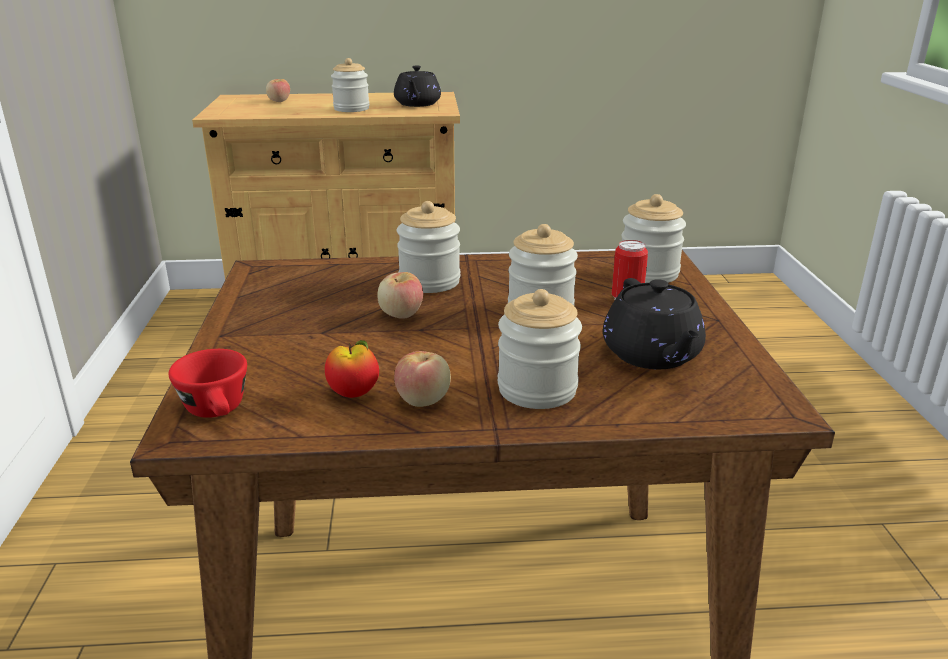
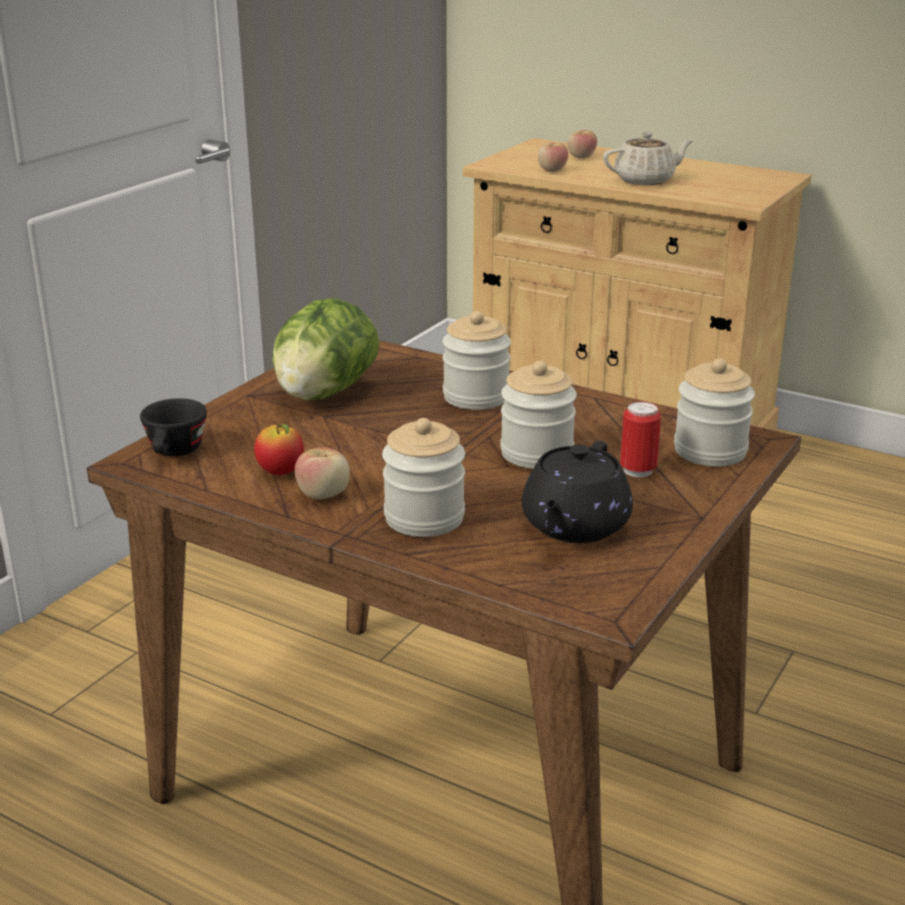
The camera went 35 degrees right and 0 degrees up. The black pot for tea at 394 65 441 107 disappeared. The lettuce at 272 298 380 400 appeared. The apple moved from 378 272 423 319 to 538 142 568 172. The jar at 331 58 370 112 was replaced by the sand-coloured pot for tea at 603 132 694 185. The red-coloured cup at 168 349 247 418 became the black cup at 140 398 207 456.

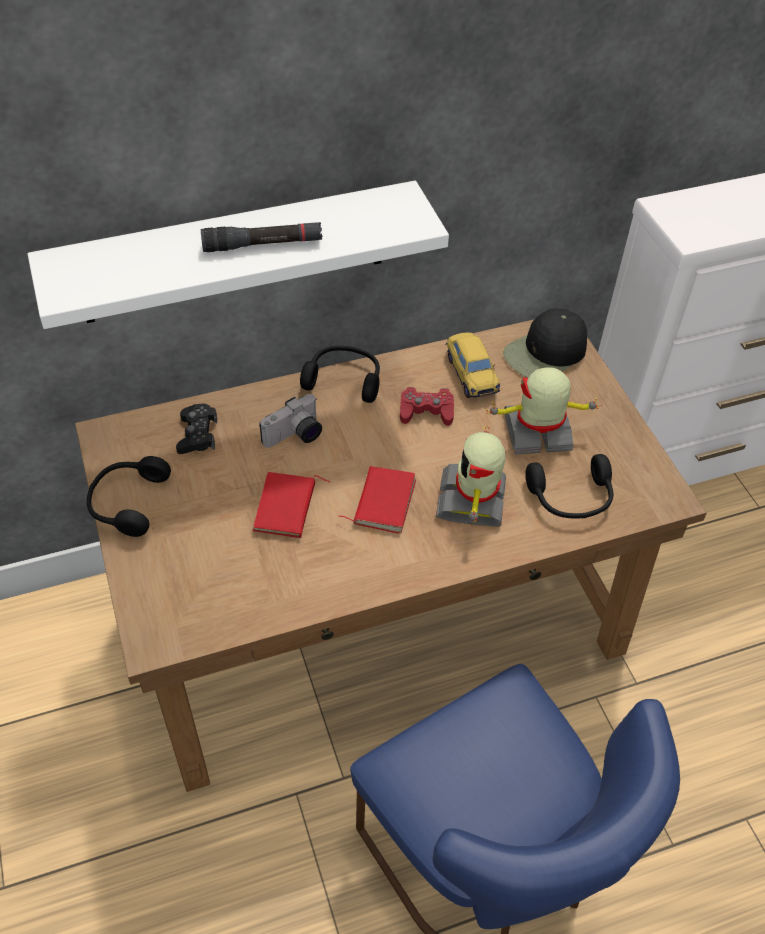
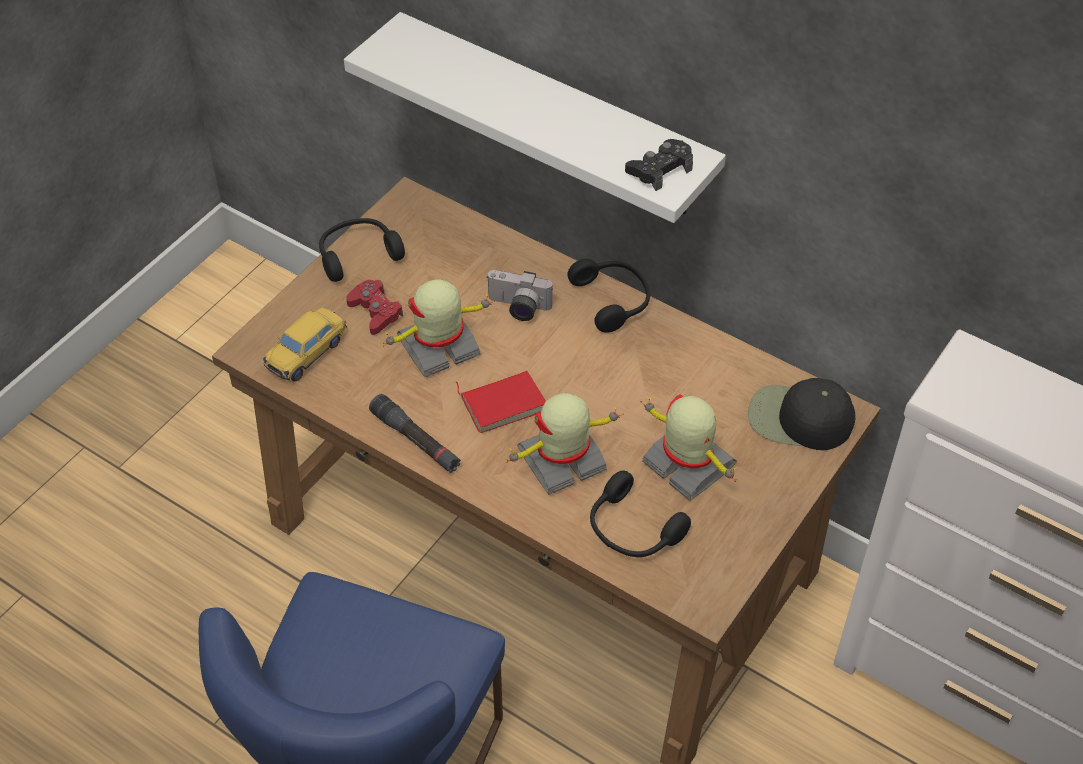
The camera went 55 degrees right and 0 degrees up. The black gamepad moved from 176 404 217 454 to 625 139 693 191. The black flashlight moved from 201 222 322 252 to 369 394 461 473. The red-coloured gamepad moved from 400 387 454 426 to 346 280 403 335. The model car moved from 445 333 500 398 to 263 308 347 382. The red-coloured volume at 253 472 330 538 was replaced by the robot figure at 382 279 495 377.

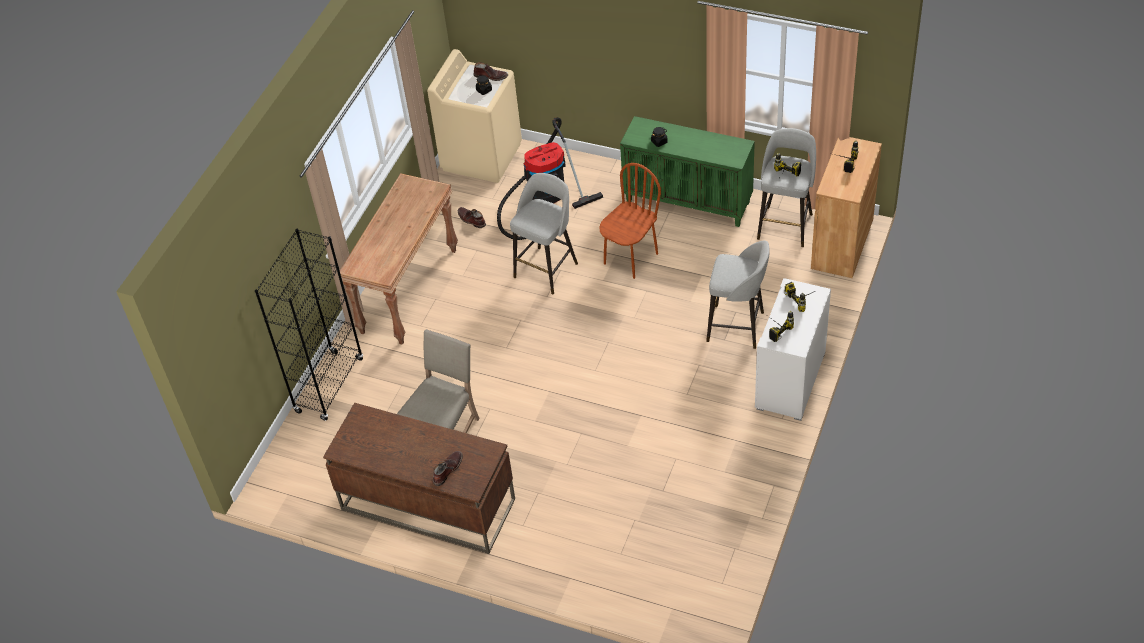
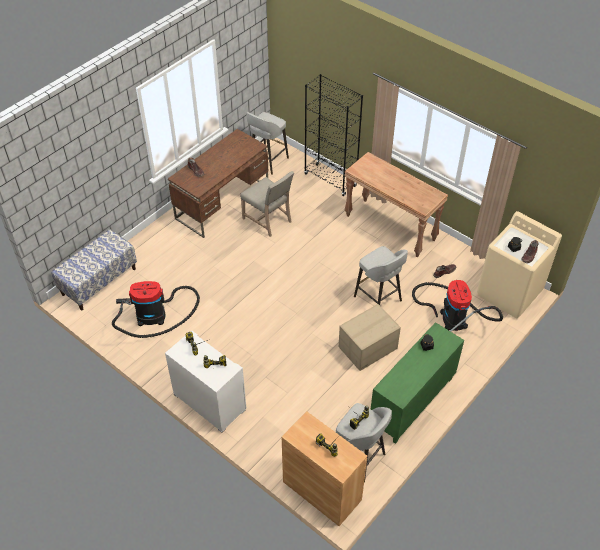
The camera went 105 degrees right and 0 degrees up. The long seat at 51 229 137 310 appeared. The vacuum at 112 281 200 338 appeared. The grey stool moved from 706 240 770 349 to 246 112 289 175. The brownish upright chair at 599 163 661 279 was replaced by the cardboard box at 339 304 401 371.

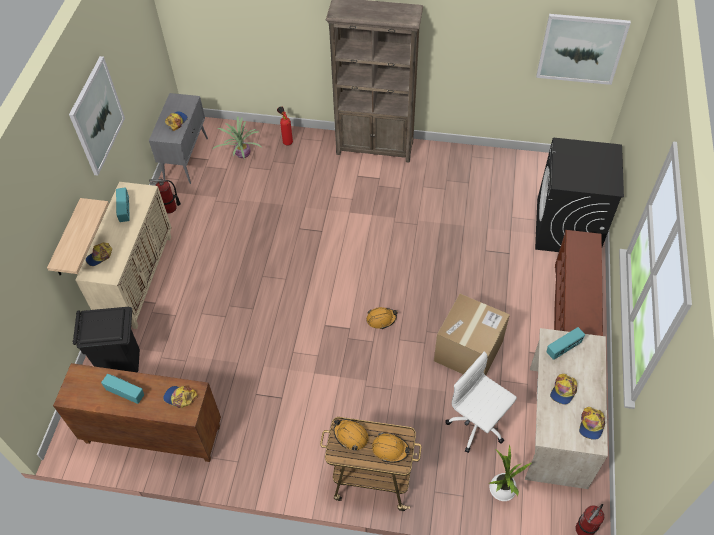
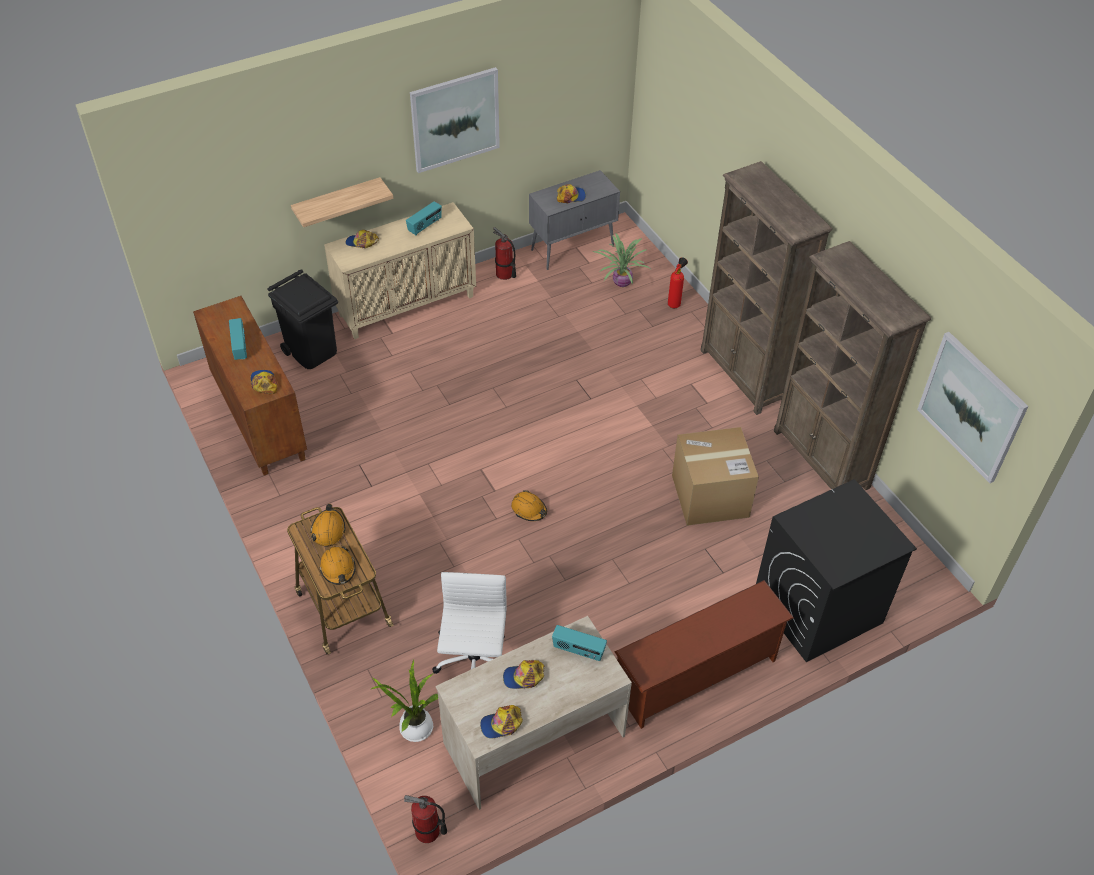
The camera went 50 degrees right and 5 degrees down. The brownish shelving unit at 774 241 931 490 appeared. The cardboard box moved from 434 294 510 375 to 672 427 759 526.

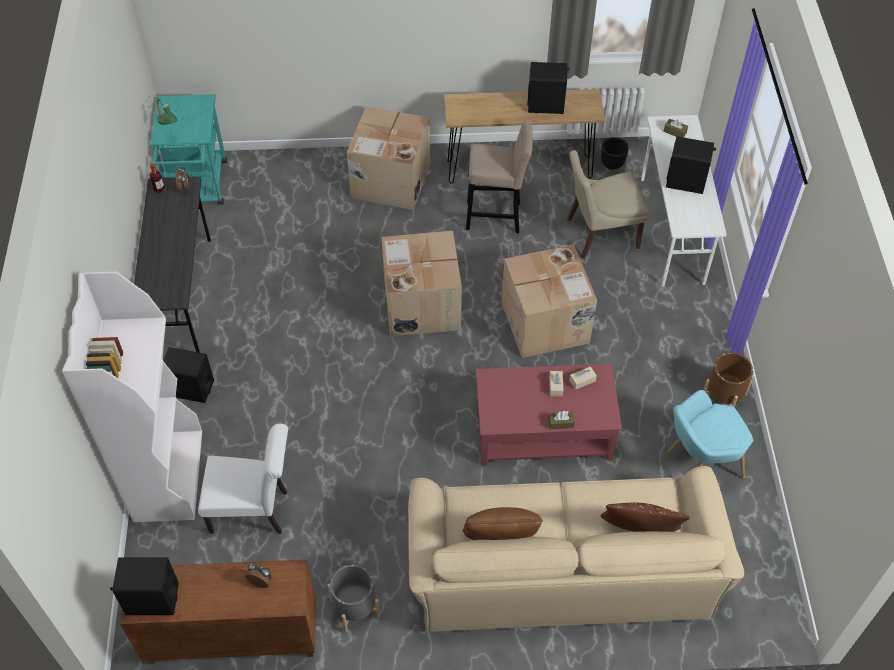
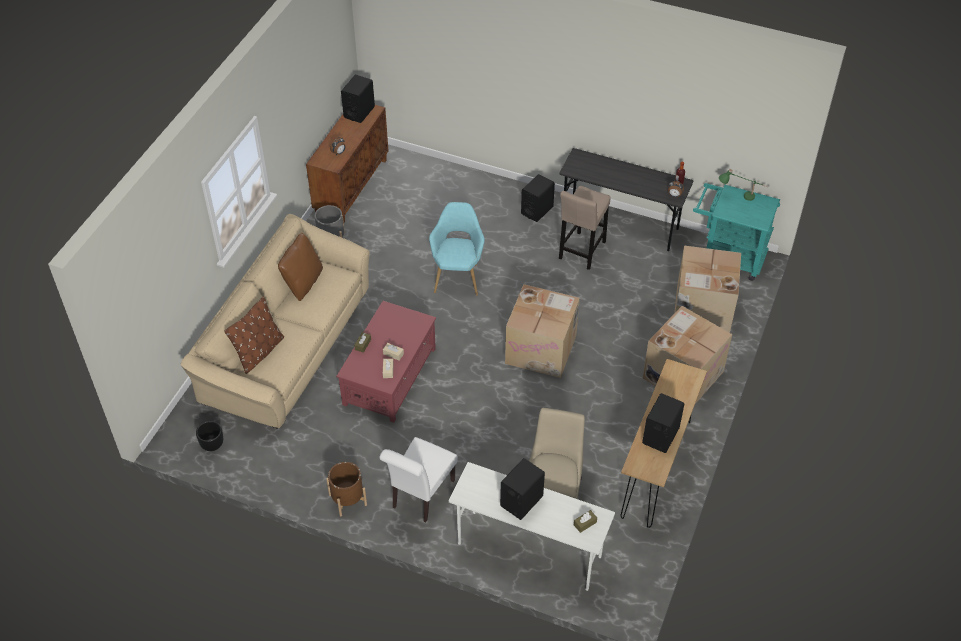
The camera went 115 degrees right and 5 degrees down. The white-coloured shelving unit at 62 272 202 522 disappeared. The white-coloured upright chair moved from 198 423 288 534 to 379 437 458 523. The sand-coloured stool moved from 466 119 533 233 to 559 186 610 270. The cardboard box moved from 502 245 597 358 to 674 246 741 332. The black flower pot moved from 601 137 629 170 to 196 421 223 451. The turquoise easy chair moved from 667 390 753 479 to 429 202 485 296.

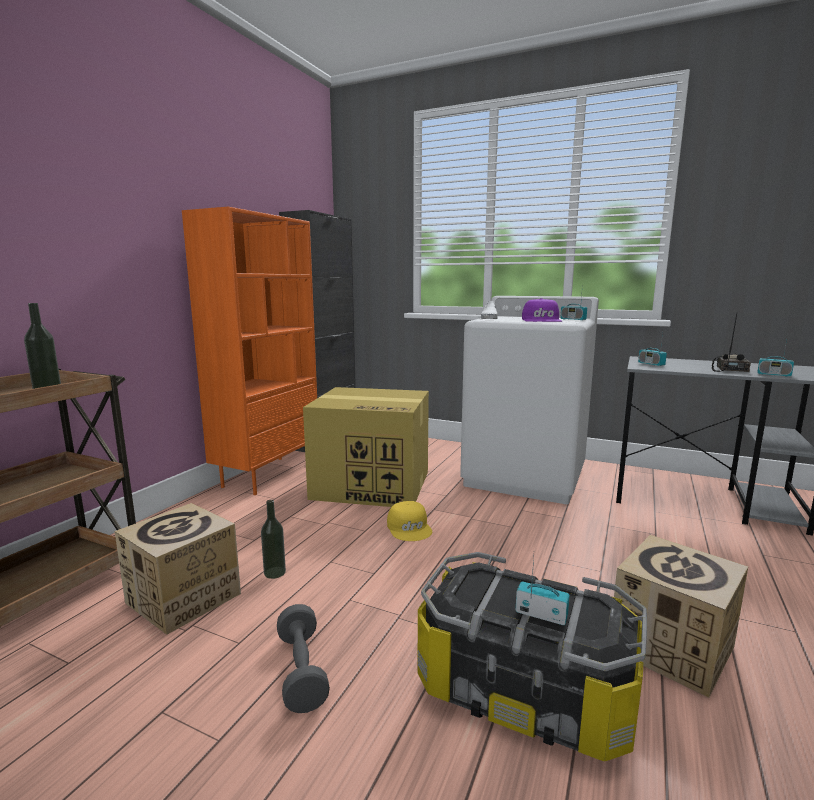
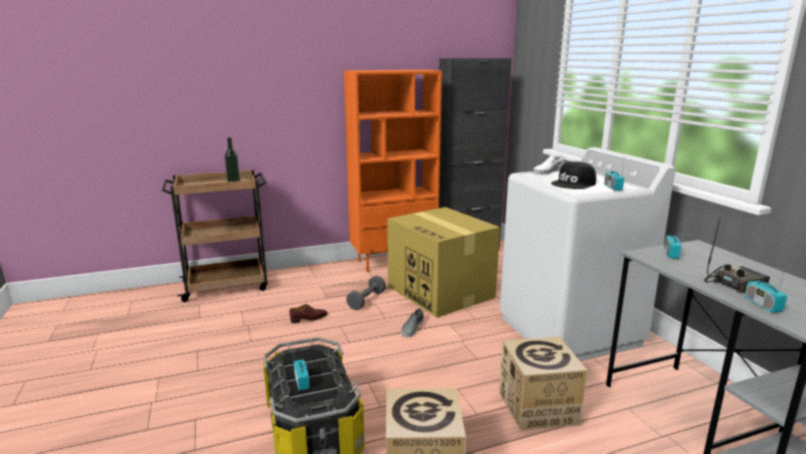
The camera went 45 degrees right and 5 degrees up. The cardboard box moved from 115 503 241 635 to 499 336 588 431. The grey dumbbell moved from 277 604 330 713 to 346 276 386 310. The beverage bottle at 261 500 286 579 was replaced by the brownish shoe at 289 304 328 323. The yellow peaked cap at 387 501 432 541 was replaced by the grey shoe at 401 308 424 337. The purplish peaked cap at 522 298 562 322 became the black peaked cap at 551 162 596 189.

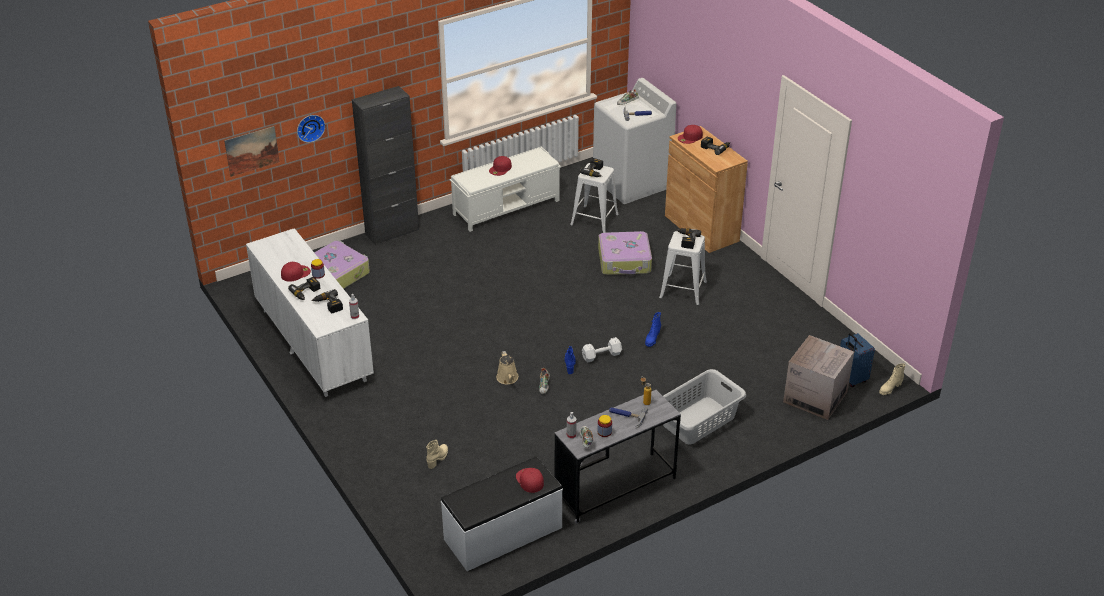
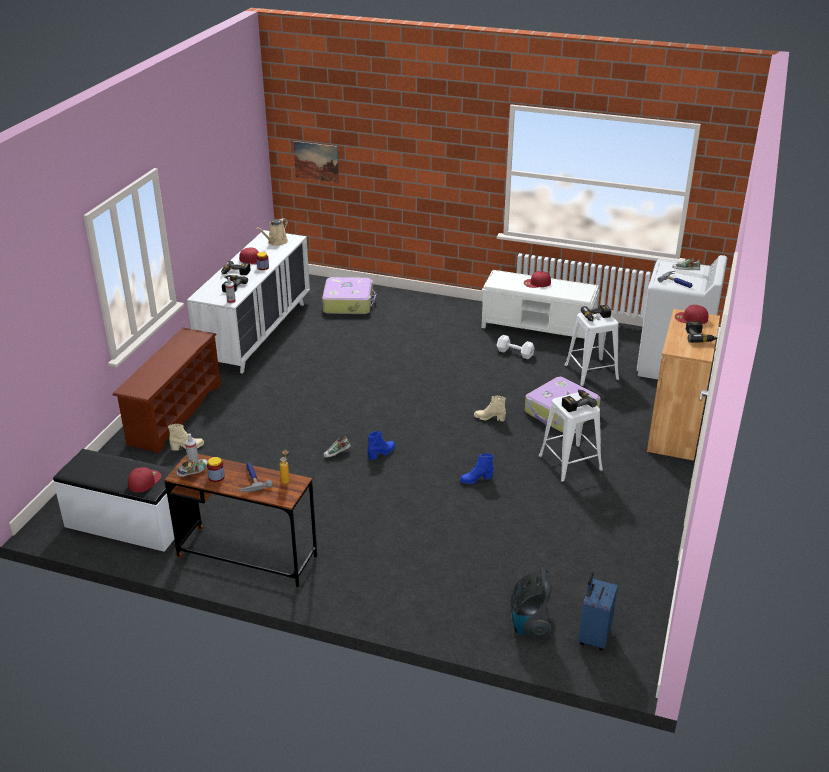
The camera went 50 degrees right and 5 degrees down. The clock on the wall at 297 115 325 143 disappeared. The black cupboard at 352 86 419 245 disappeared. The grey laundry basket at 663 369 746 445 disappeared. The brownish shoe stand at 112 328 221 454 appeared. The sand-coloured watering pot moved from 496 351 518 384 to 256 218 288 246. The white-coloured dumbbell moved from 582 337 622 362 to 497 335 535 359. The sand-coloured high-top boot moved from 879 363 905 395 to 474 395 506 422. The cardboard box at 783 335 854 420 was replaced by the vacuum at 511 567 552 638. The grey desk at 555 390 681 524 became the brownish desk at 164 454 317 587.

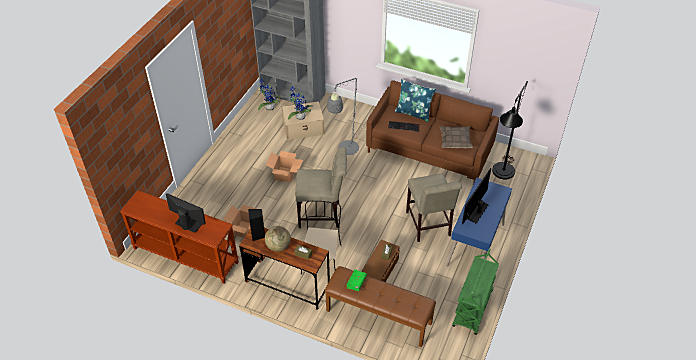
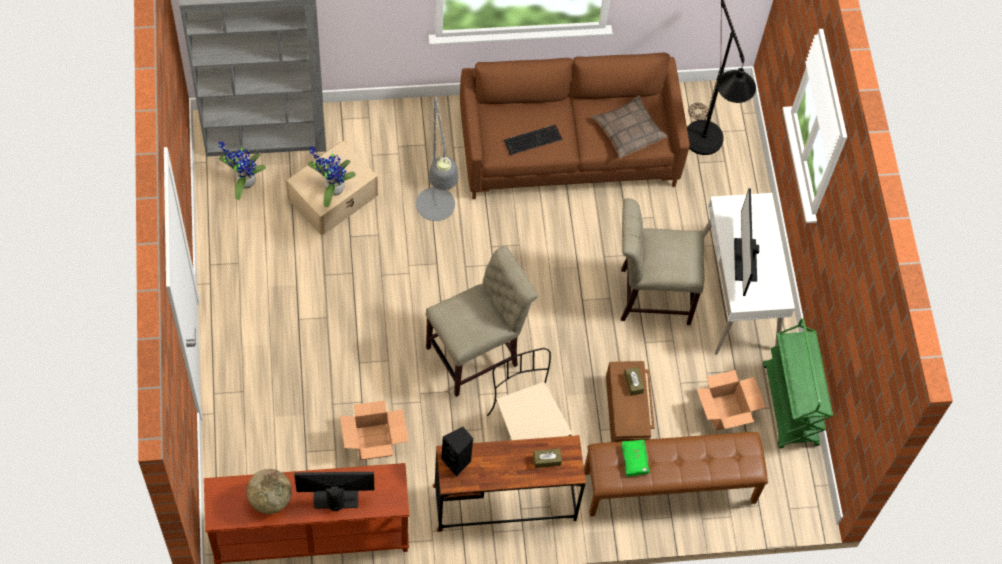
The camera went 35 degrees left and 15 degrees up. The blue throw pillow at 395 79 436 122 disappeared. The globe moved from 265 226 291 252 to 247 469 292 514. The cardboard box moved from 266 151 303 183 to 697 370 766 431. The blue desk at 446 177 512 267 became the white-coloured desk at 703 193 795 355. The sand-coloured upright chair at 406 173 462 242 turned 135 degrees clockwise.

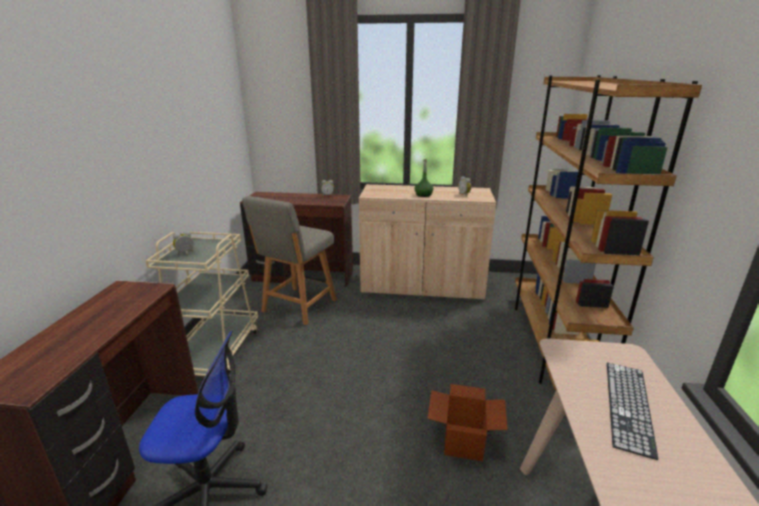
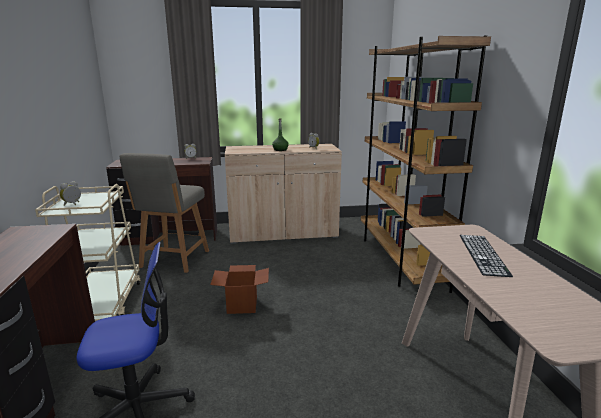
The camera went 15 degrees left and 5 degrees down. The cardboard box moved from 427 384 508 461 to 210 265 269 314.

